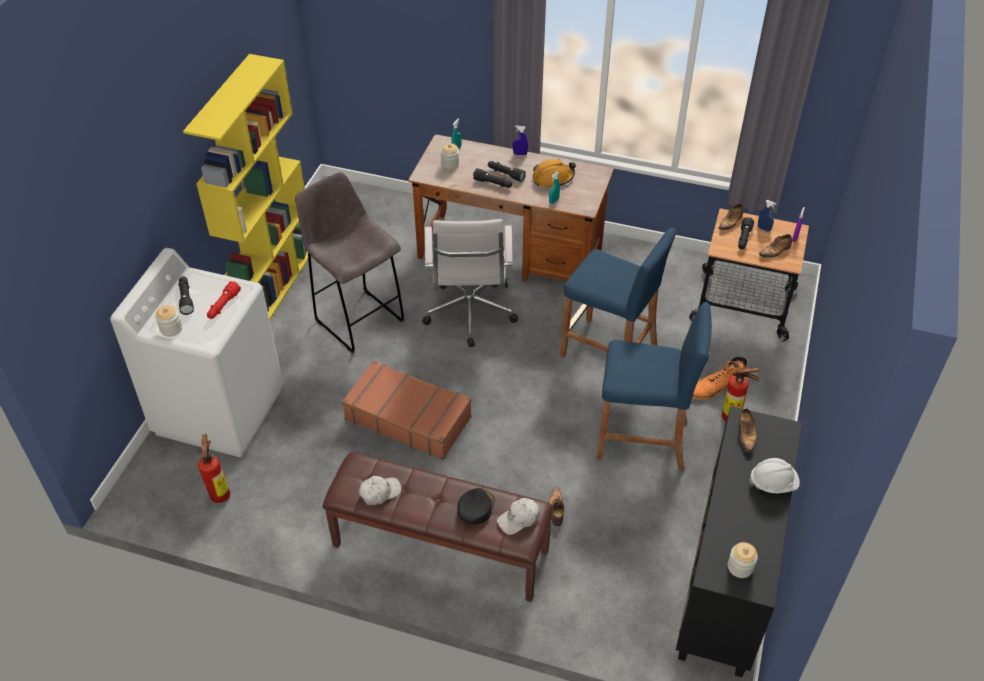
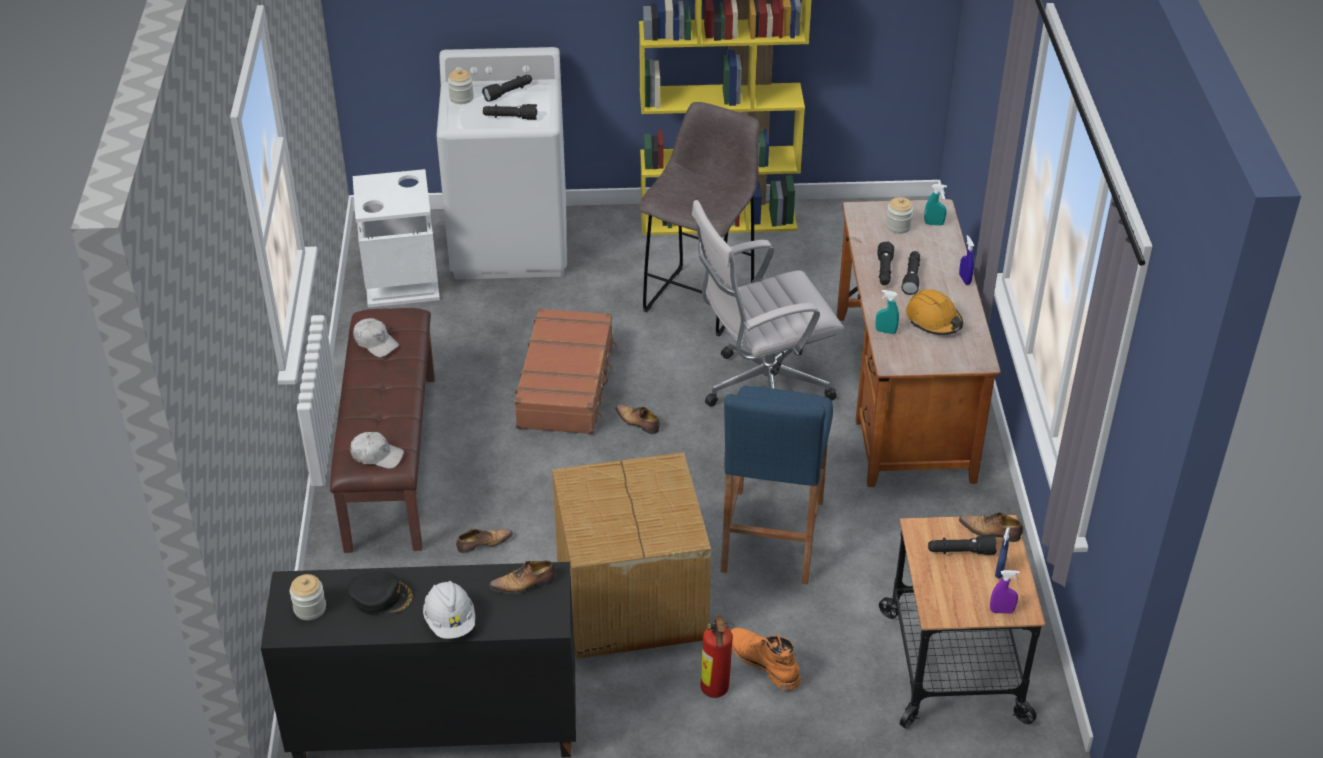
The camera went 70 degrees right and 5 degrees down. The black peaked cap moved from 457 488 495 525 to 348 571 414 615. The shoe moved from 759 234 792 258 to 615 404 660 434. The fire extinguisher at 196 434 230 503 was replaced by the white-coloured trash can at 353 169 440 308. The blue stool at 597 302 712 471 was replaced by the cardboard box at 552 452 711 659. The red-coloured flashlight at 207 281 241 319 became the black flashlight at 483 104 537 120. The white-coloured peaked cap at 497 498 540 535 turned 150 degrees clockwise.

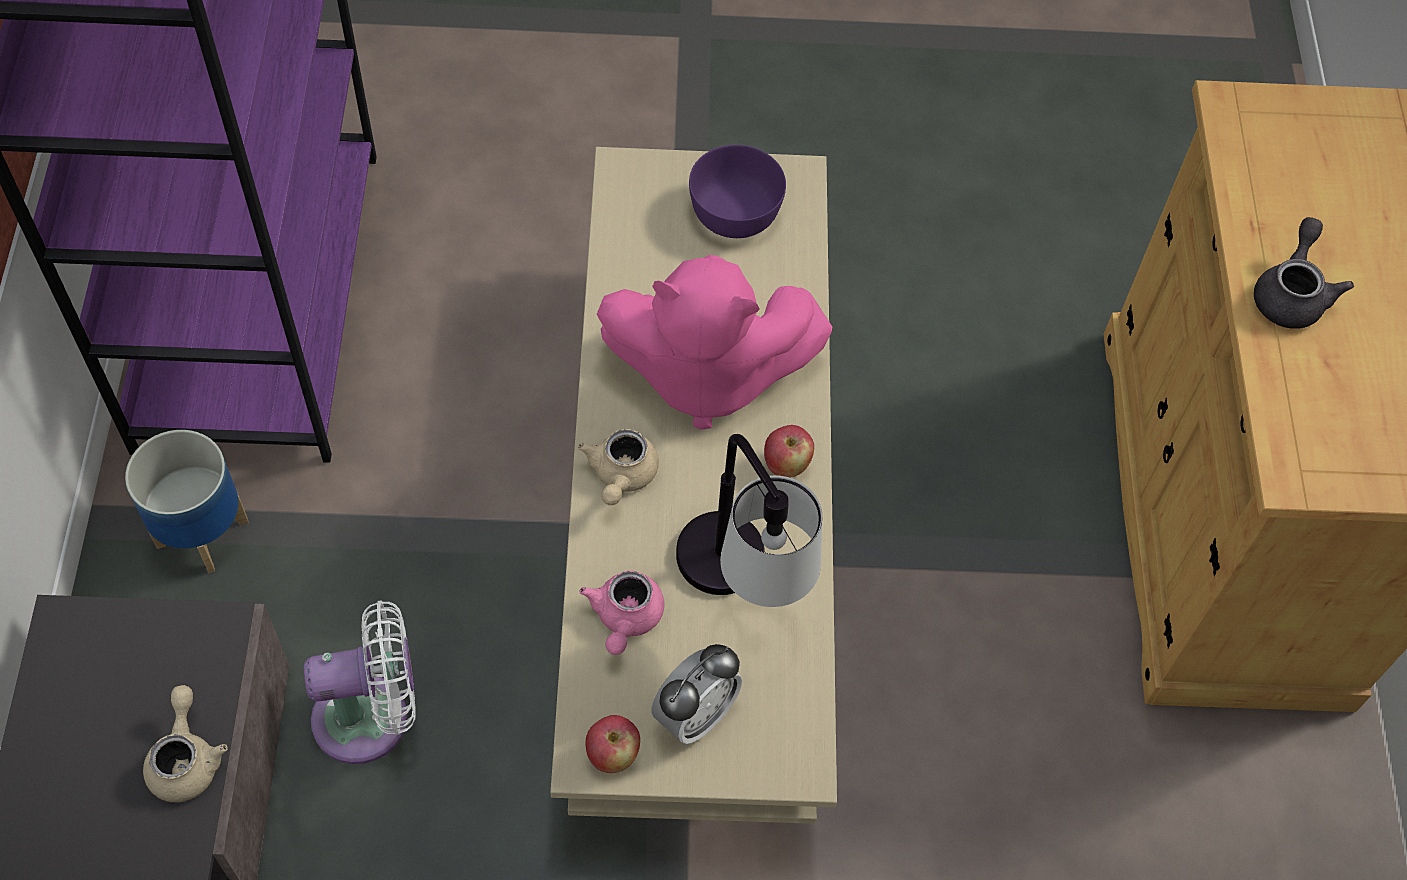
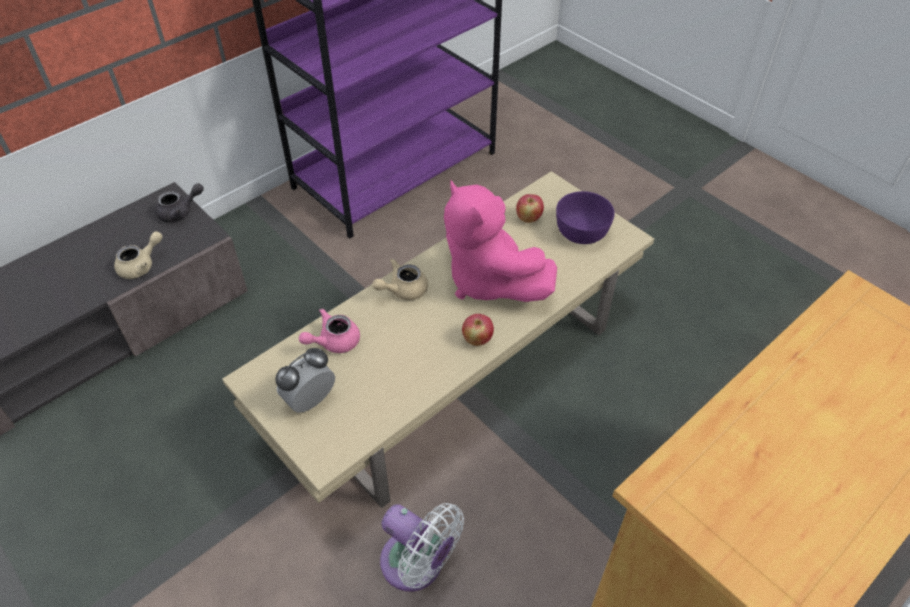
The camera went 50 degrees right and 10 degrees down. The flower pot at 125 430 249 573 disappeared. The table lamp at 676 434 822 607 disappeared. The white-coloured fan moved from 304 601 416 764 to 380 503 464 591. The apple moved from 586 715 640 773 to 516 194 544 223. The grey pot for tea moved from 1254 217 1354 329 to 155 183 204 222. The table clock at 651 644 742 744 turned 135 degrees clockwise.

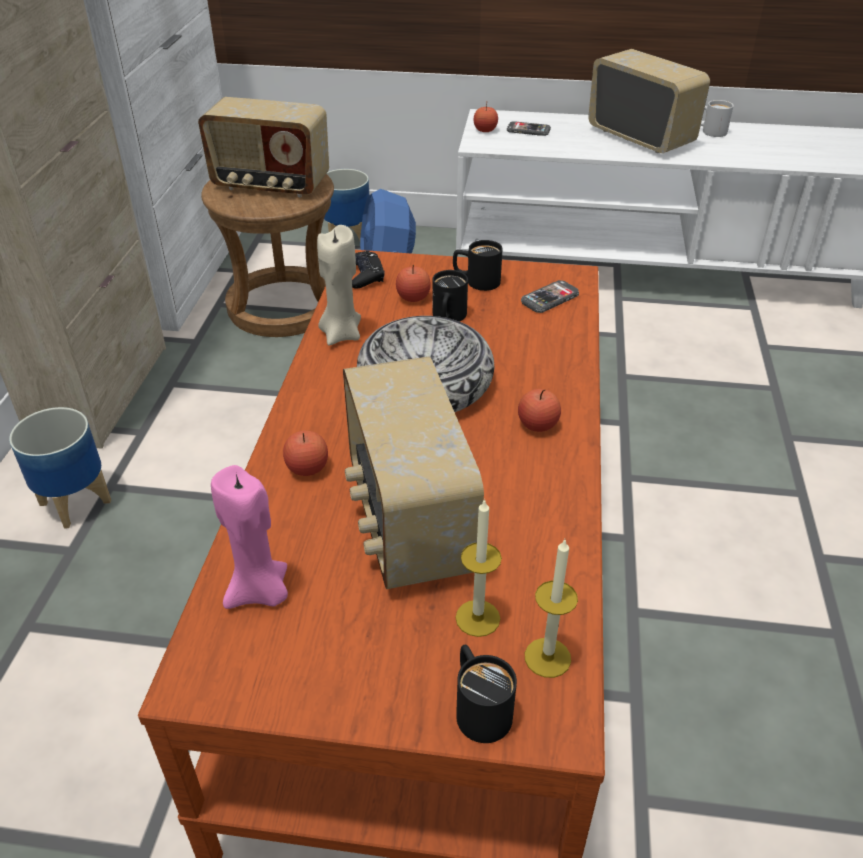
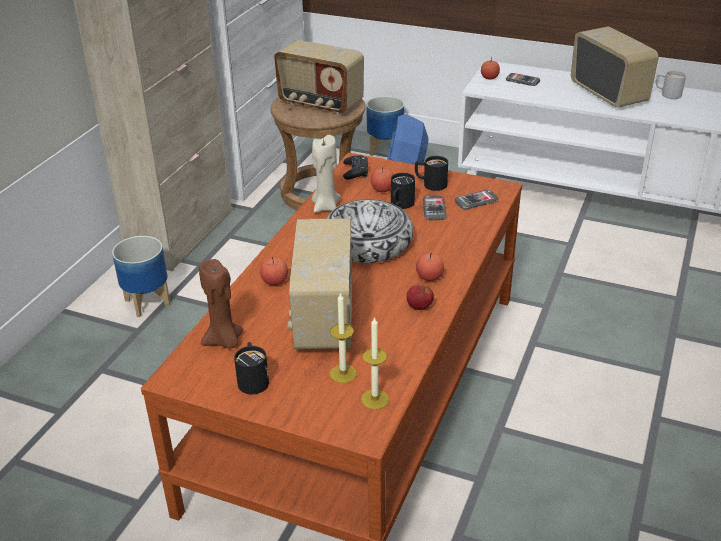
The camera went 15 degrees right and 5 degrees down. The apple at 406 284 434 310 appeared. The handset at 423 195 447 220 appeared. The black coffee mug moved from 456 645 517 743 to 234 342 269 394. The pink-coloured candle at 211 465 288 609 became the brownish candle at 199 259 243 349.

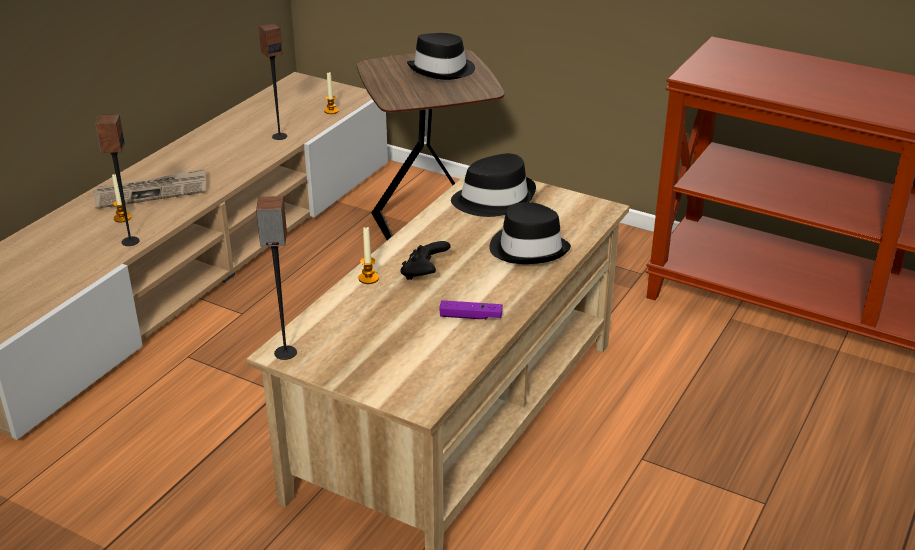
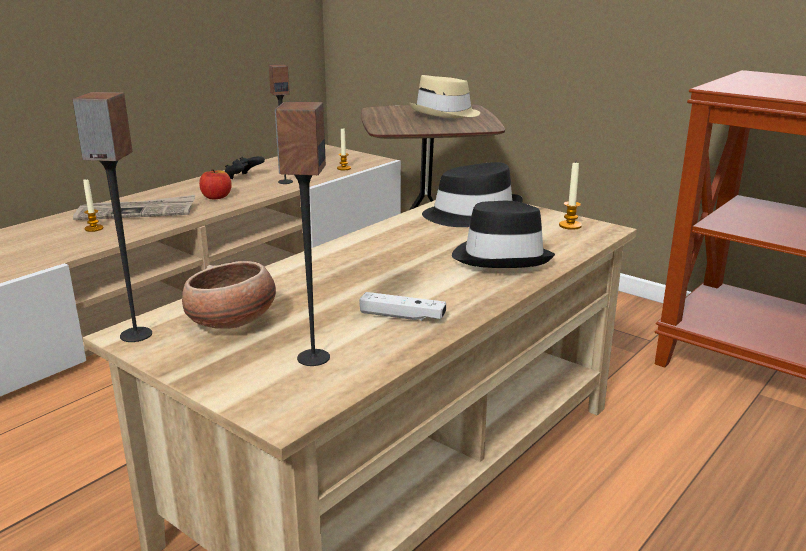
The camera went 10 degrees right and 10 degrees down. The serving bowl at 182 261 276 329 appeared. The apple at 199 169 232 200 appeared. The audio speaker moved from 95 114 140 246 to 275 102 330 366. The candle moved from 358 227 379 284 to 559 162 582 230. The black gamepad moved from 400 241 451 280 to 225 156 265 179. The black wearable hat at 407 33 475 80 became the sand-coloured wearable hat at 409 75 480 118. The purplish gamepad at 439 300 503 319 became the white-coloured gamepad at 359 292 446 321.

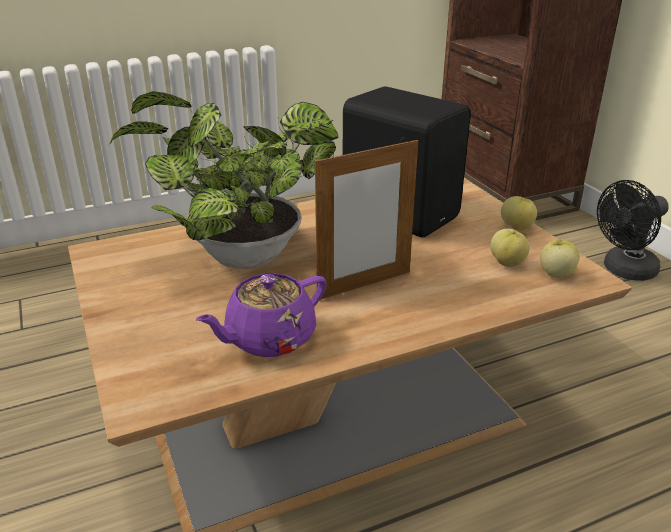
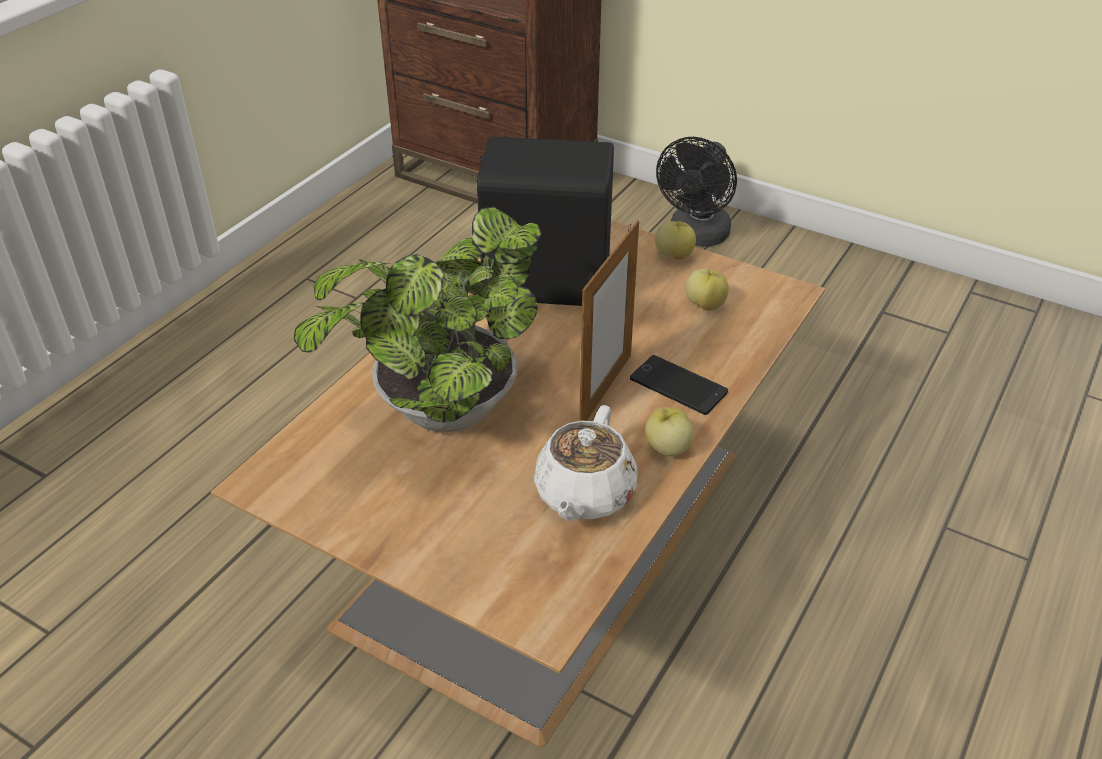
The camera went 35 degrees left and 10 degrees up. The handset at 630 355 728 415 appeared. The apple moved from 540 239 580 278 to 645 407 694 457. The purplish pot for tea at 196 273 327 357 became the white-coloured pot for tea at 534 405 637 521.

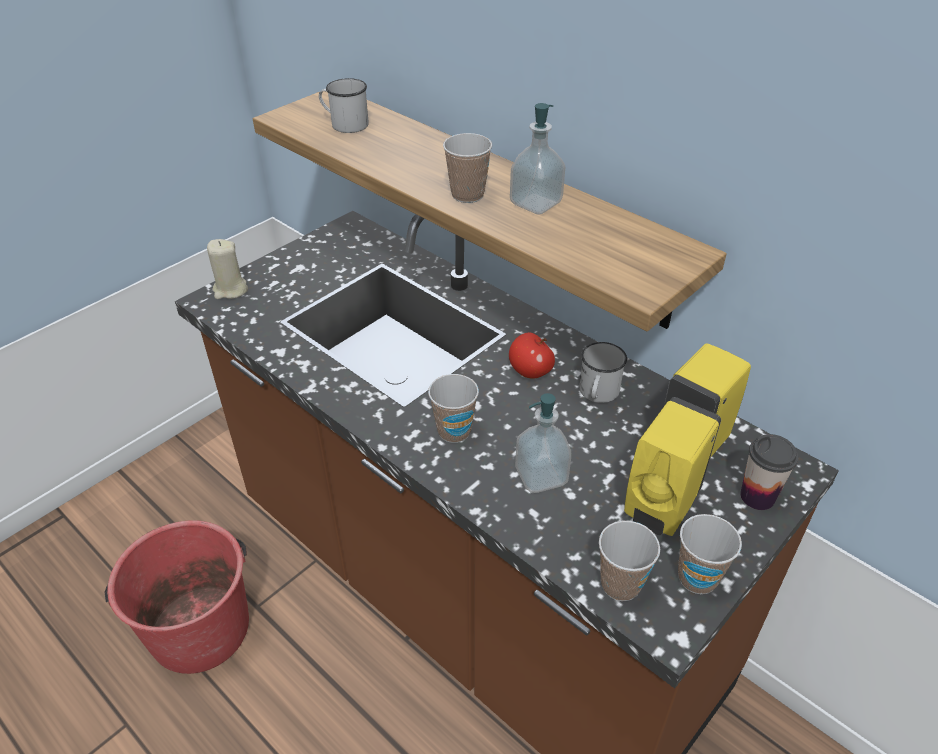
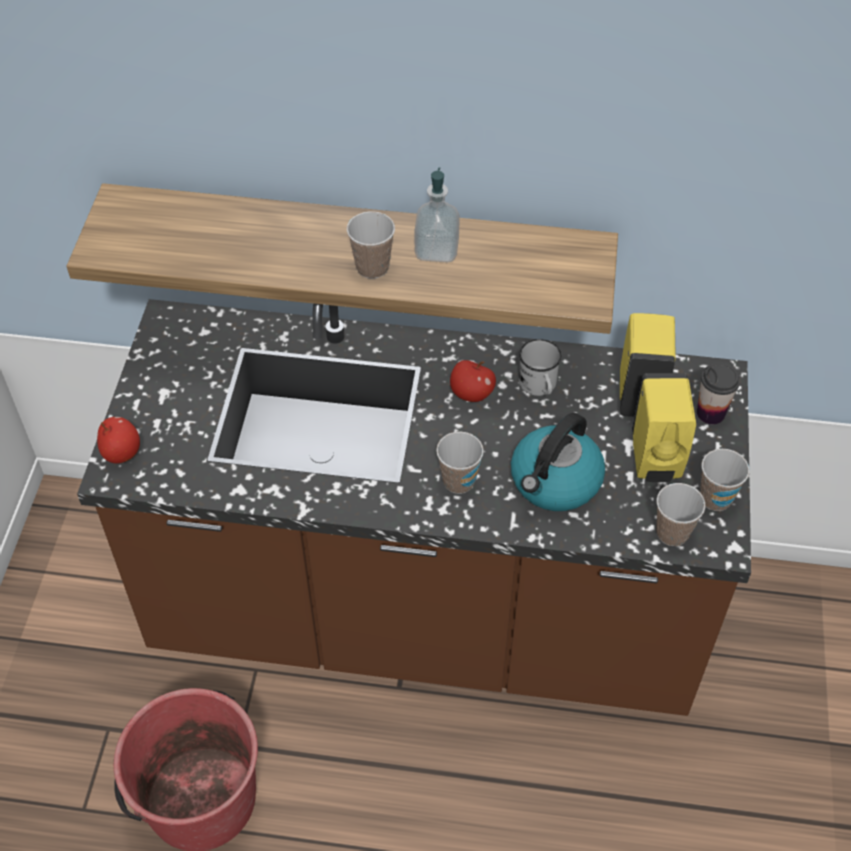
The camera went 35 degrees left and 10 degrees up. The white-coloured coffee mug at 319 78 369 133 disappeared. The sand-coloured candle at 207 239 248 299 was replaced by the apple at 97 417 140 463. The liquid soap bottle at 515 393 571 493 was replaced by the water kettle at 511 412 605 511.

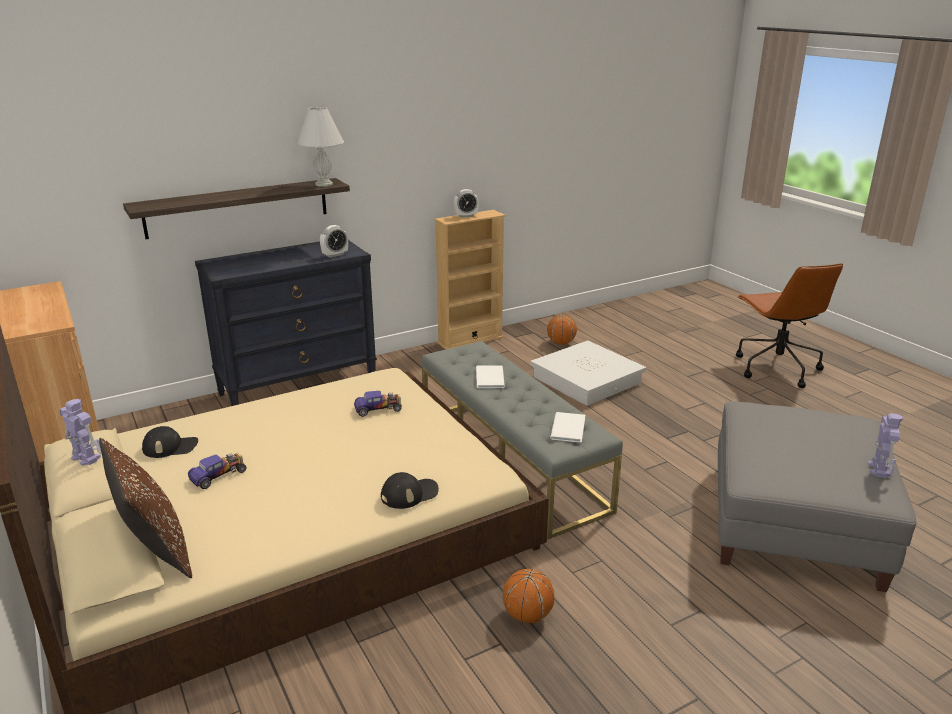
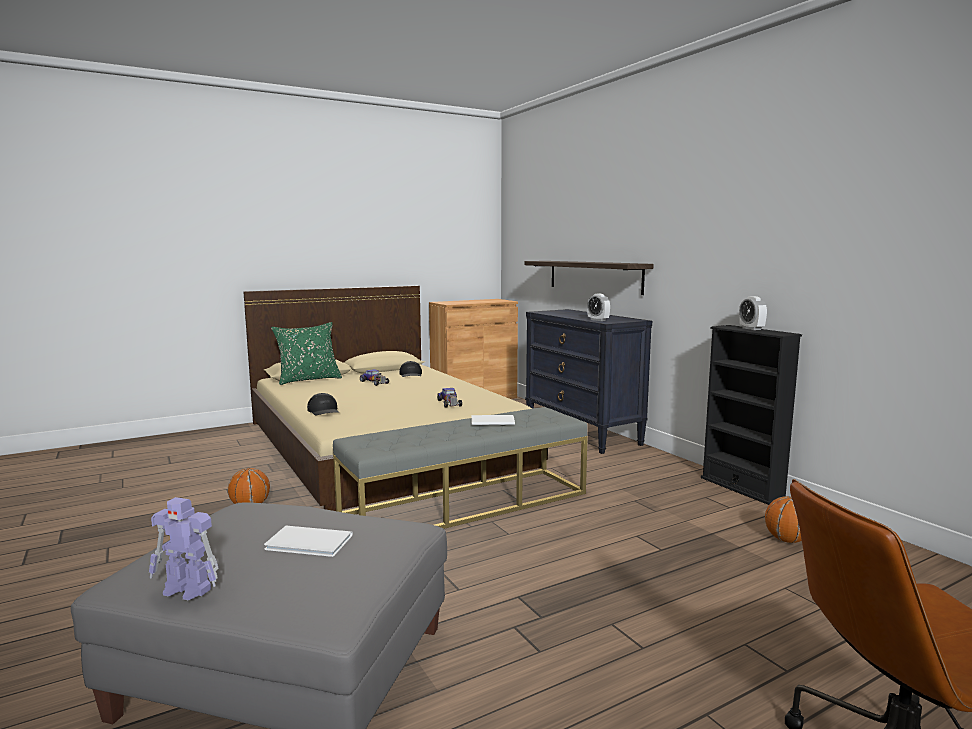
The camera went 90 degrees right and 15 degrees down. The robot figure at 59 399 102 466 disappeared. The white-coloured table lamp at 297 107 344 187 disappeared. The white-coloured storage box at 531 341 646 406 disappeared. The white-coloured volume moved from 550 412 585 443 to 264 526 353 557. The brownish throw pillow at 99 438 192 578 became the green-coloured throw pillow at 271 322 342 385. The sand-coloured shelving unit at 434 210 506 350 became the black shelving unit at 701 325 802 505.

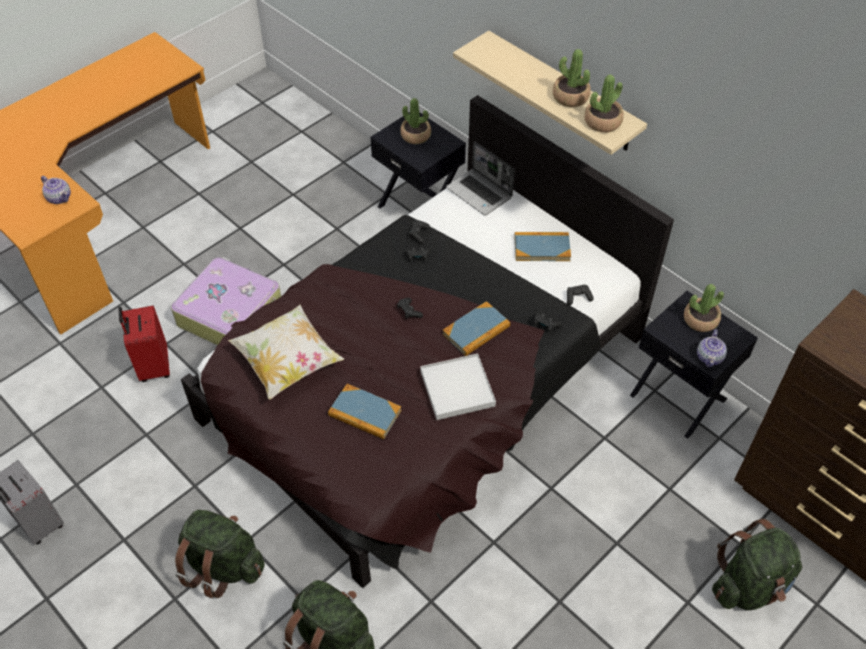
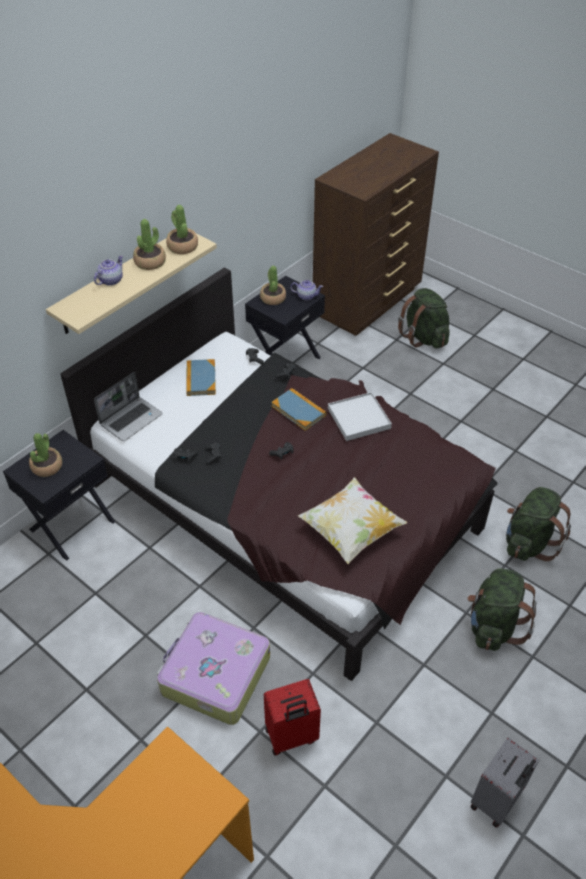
The camera went 95 degrees left and 5 degrees down. The volume at 328 384 401 439 disappeared. The pot for tea moved from 41 176 71 204 to 94 255 123 286.

